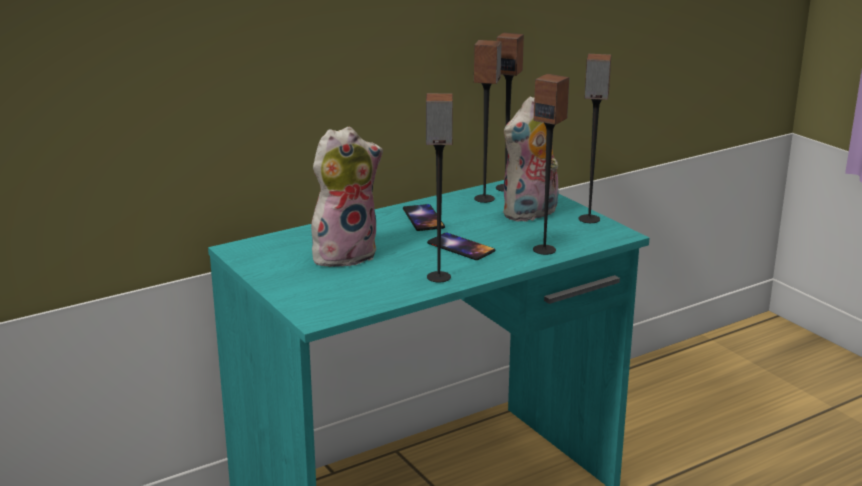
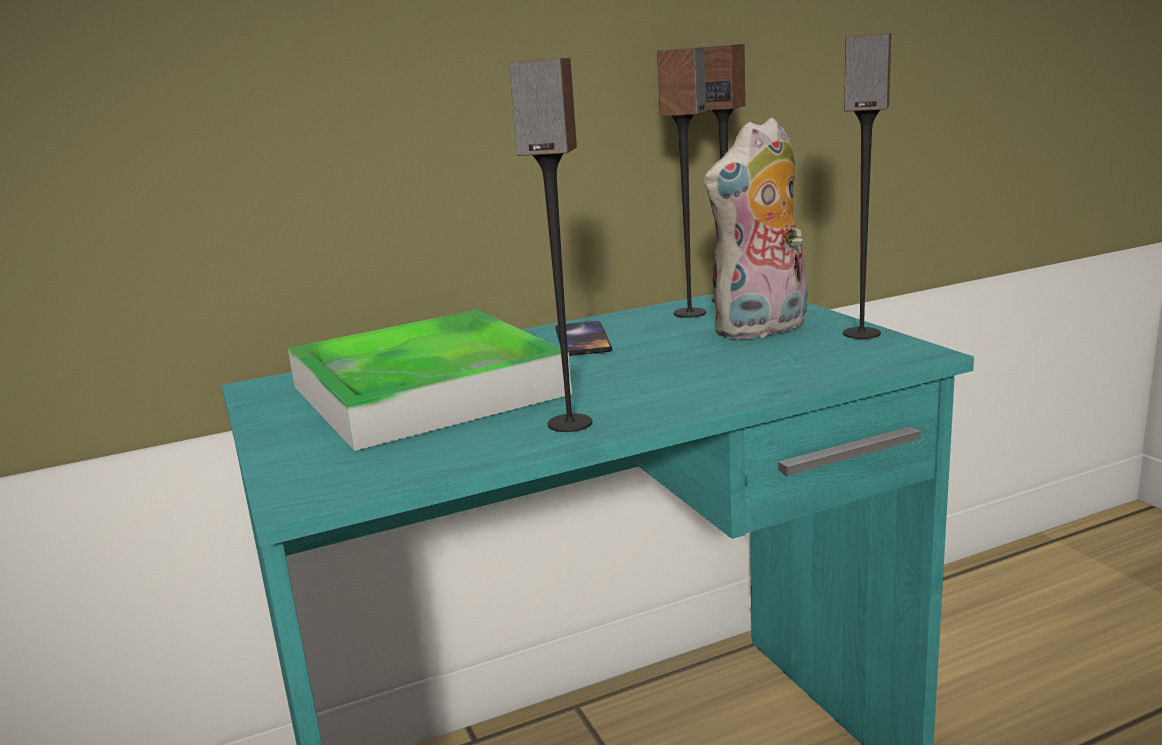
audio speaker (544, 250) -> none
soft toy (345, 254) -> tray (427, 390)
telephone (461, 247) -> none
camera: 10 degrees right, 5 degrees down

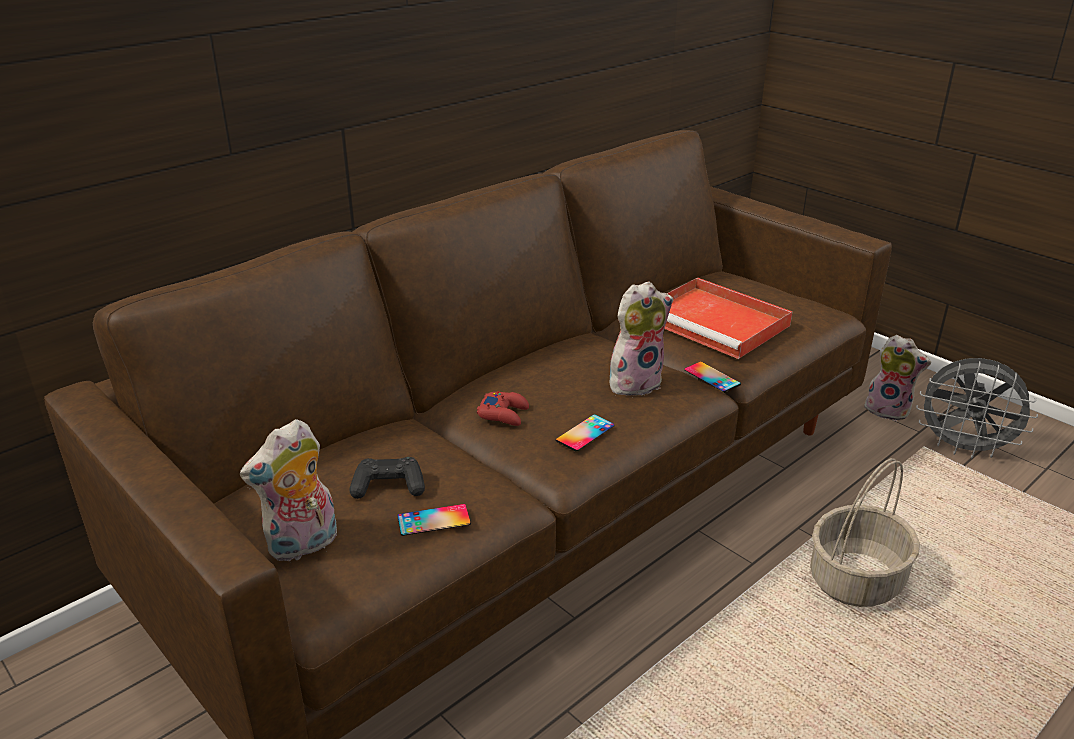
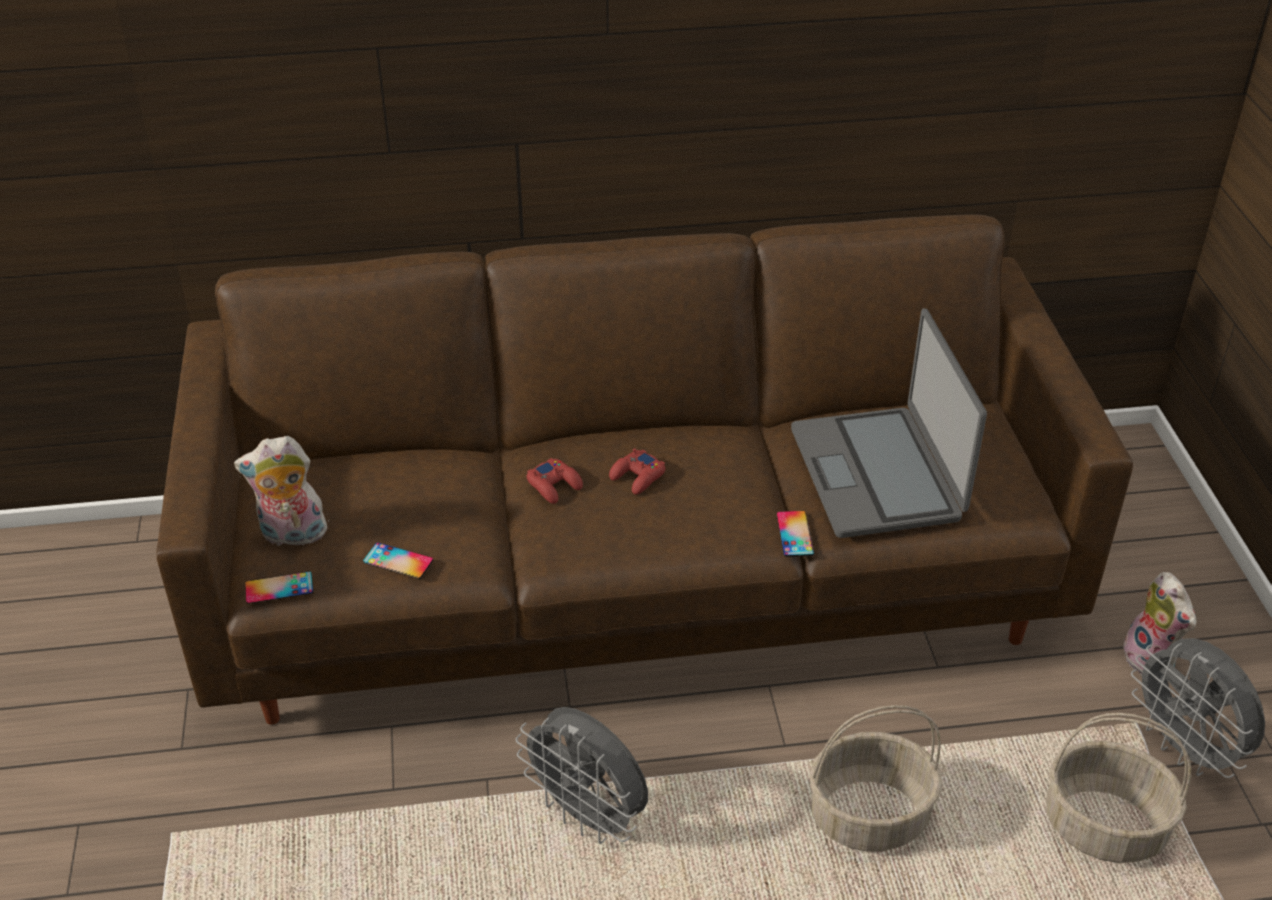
red tray (718, 323) -> portable computer (878, 474)
soft toy (635, 382) -> none
telephone (585, 433) -> telephone (279, 588), relocated
blackish game controller (388, 486) -> none
none -> red game controller (637, 477)
none -> gray electric fan (589, 816)
none -> storage basket (1105, 825)
camera: 35 degrees right, 10 degrees up

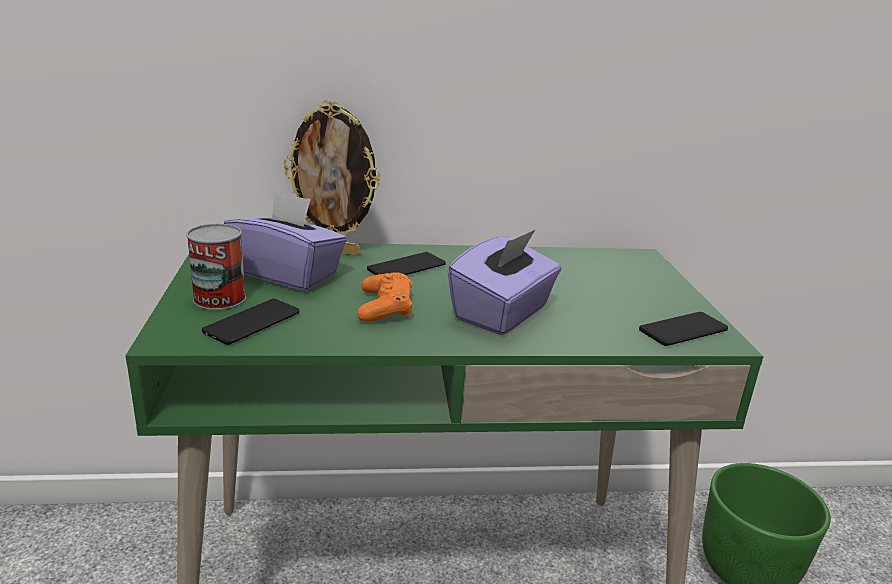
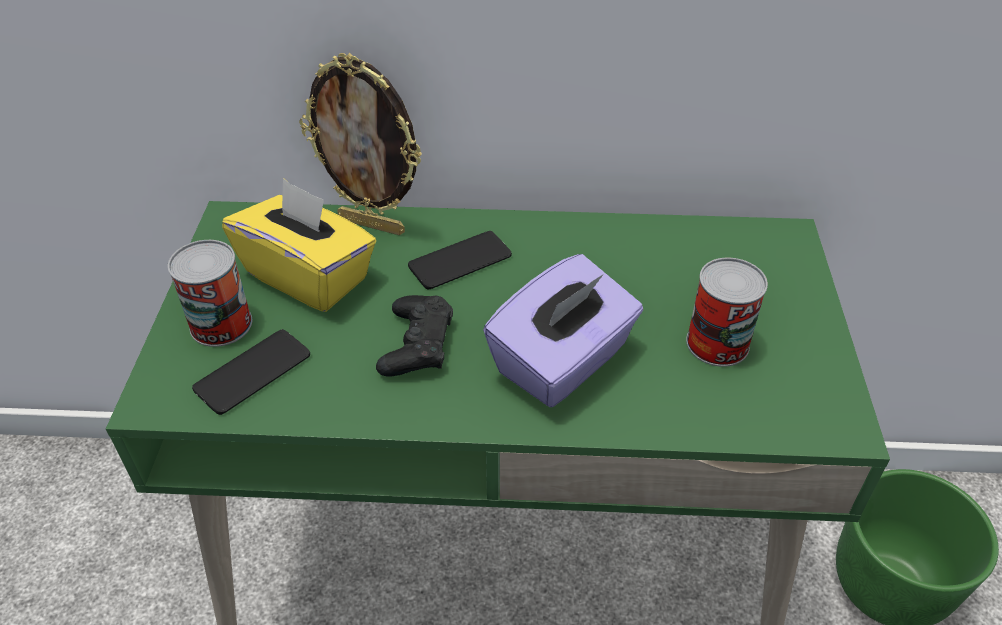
purplish box of tissues (288, 274) -> yellow box of tissues (309, 276)
orangey game controller (385, 306) -> blackish game controller (417, 344)
telephone (683, 330) -> none
none -> metal can (717, 343)
camera: 10 degrees right, 20 degrees up

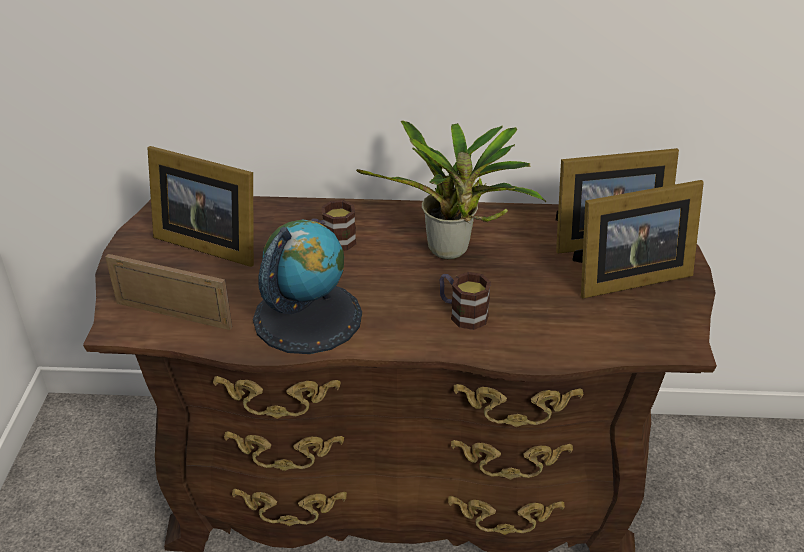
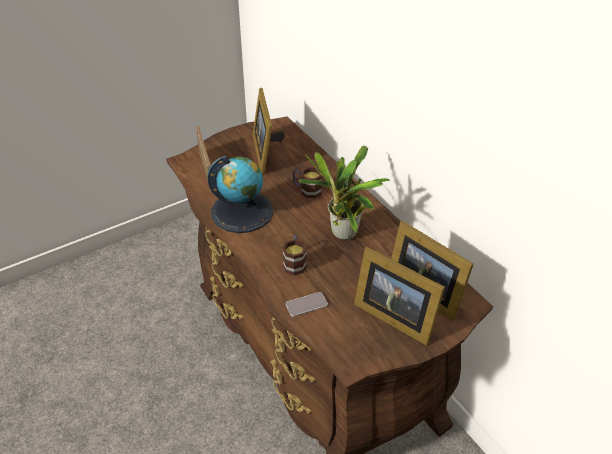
none -> telephone (306, 305)
camera: 55 degrees right, 5 degrees up

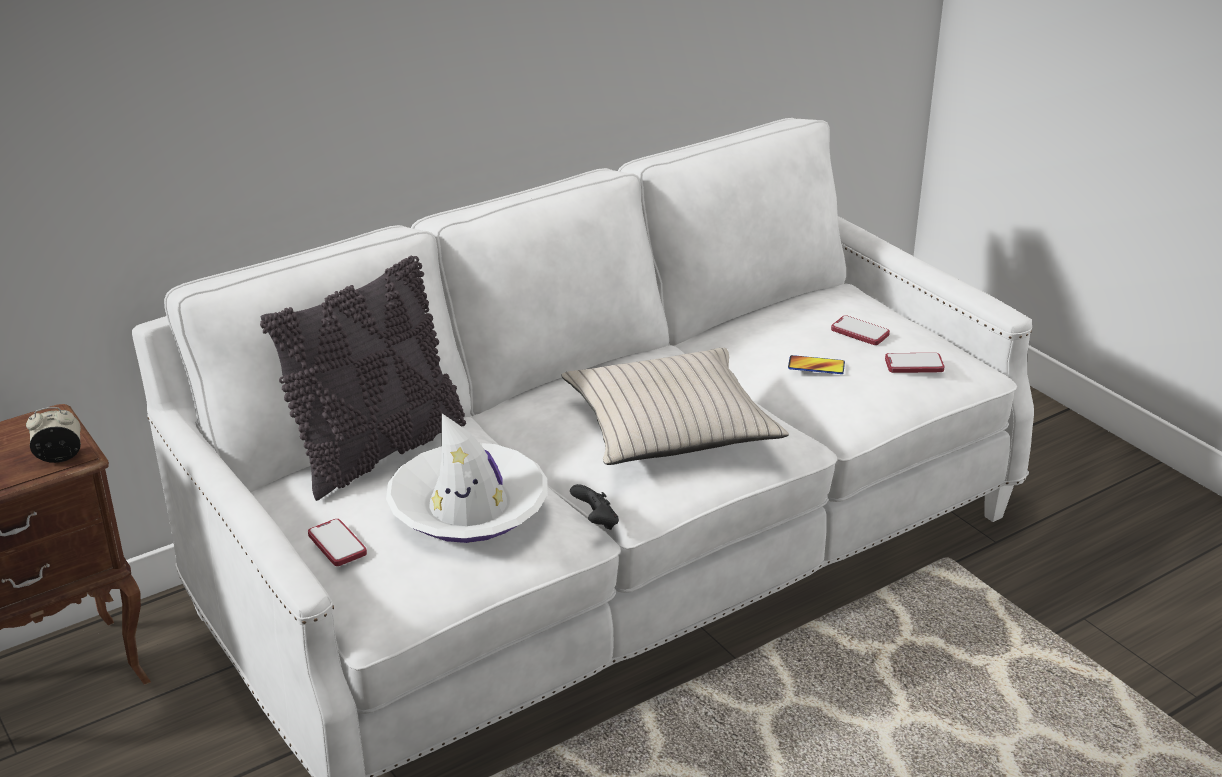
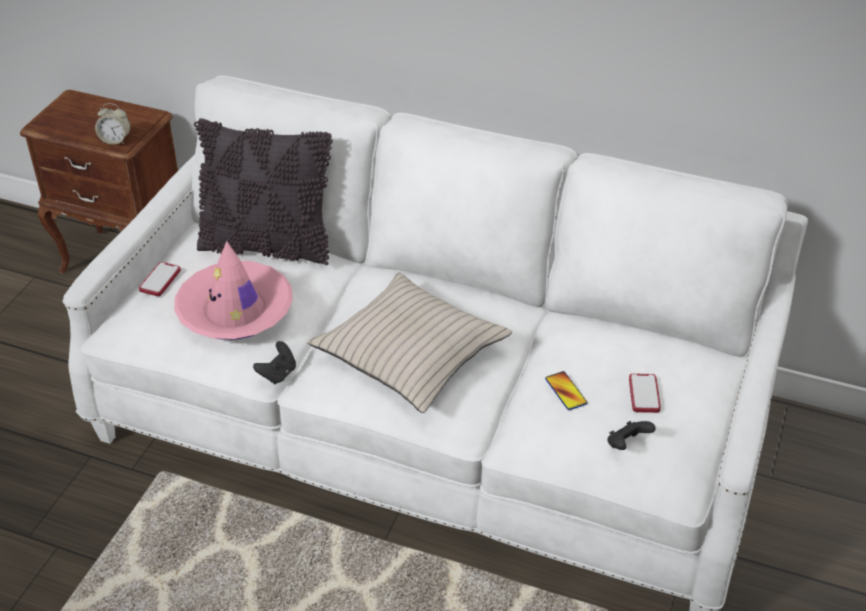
telephone (914, 364) -> blackish game controller (627, 445)
table clock (60, 458) -> table clock (115, 140), 150 degrees clockwise
white wearable hat (468, 507) -> pink wearable hat (235, 311)
camera: 55 degrees right, 10 degrees up

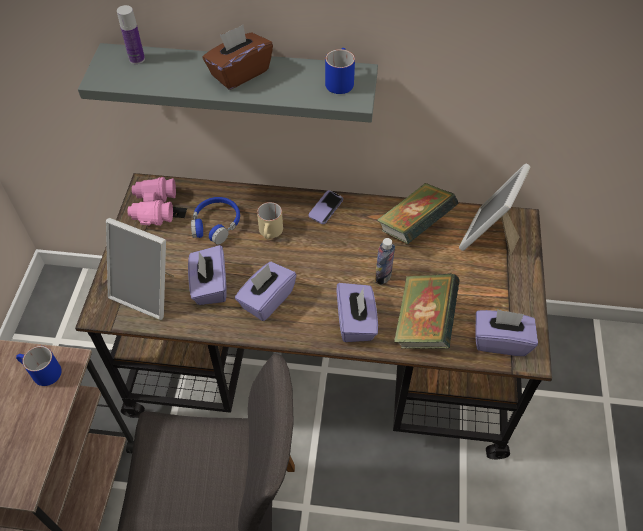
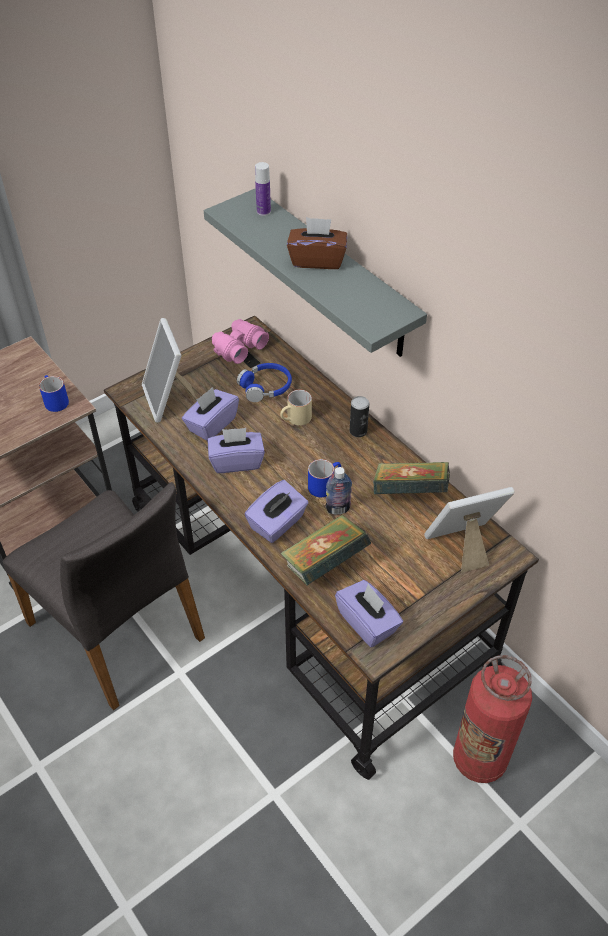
blue mug (339, 80) -> blue mug (324, 484), relocated
telephone (326, 208) -> metal can (358, 431)
none -> fire-fighting cylinder (479, 759)
camera: 45 degrees right, 5 degrees down

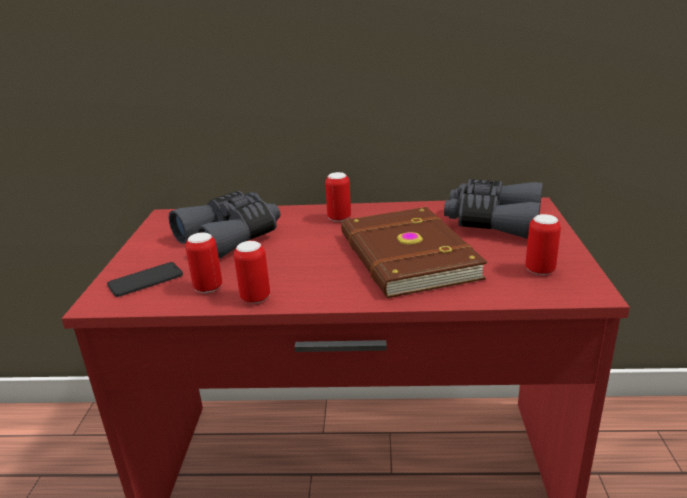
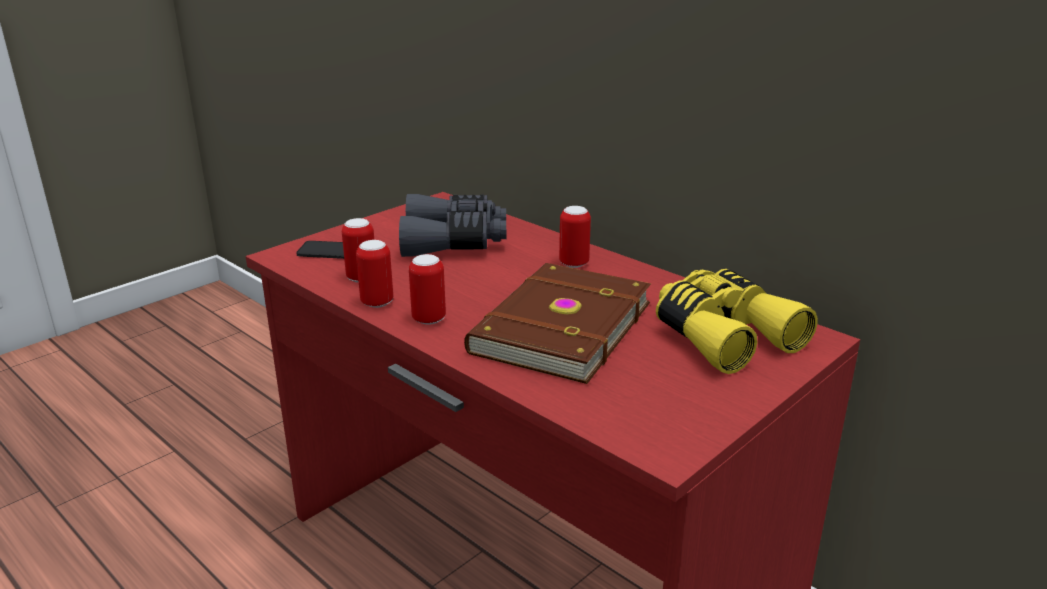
gray field glasses (493, 222) -> yellow field glasses (722, 335)
metal can (539, 270) -> metal can (429, 319), relocated
camera: 40 degrees right, 0 degrees up

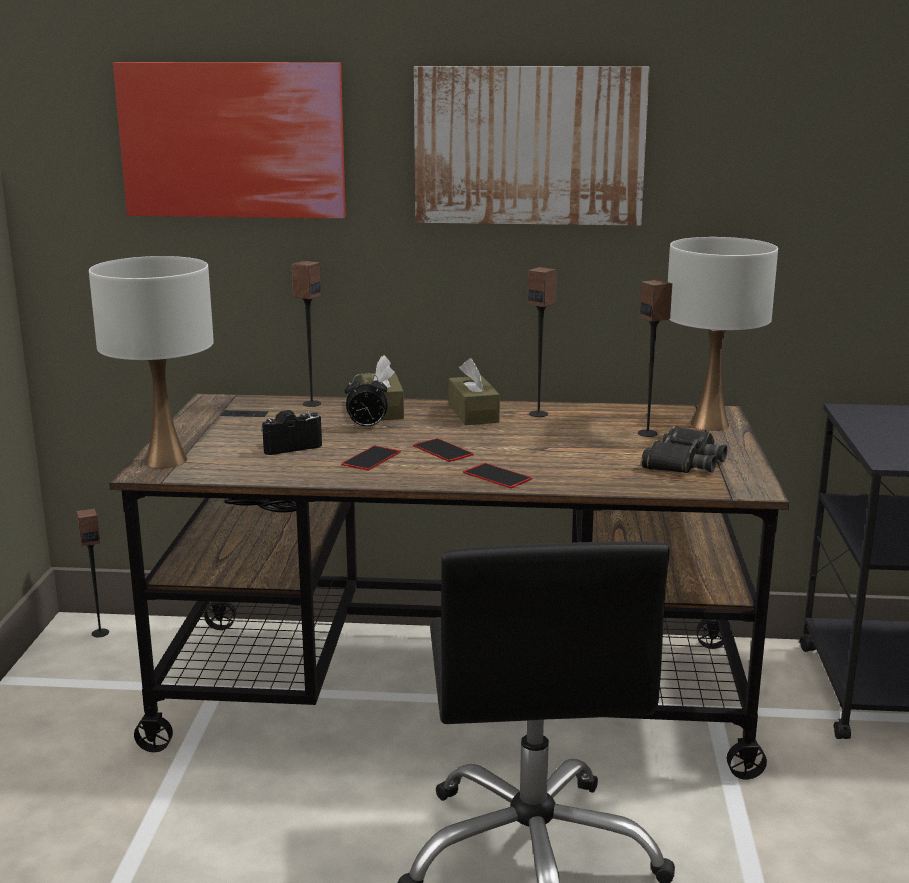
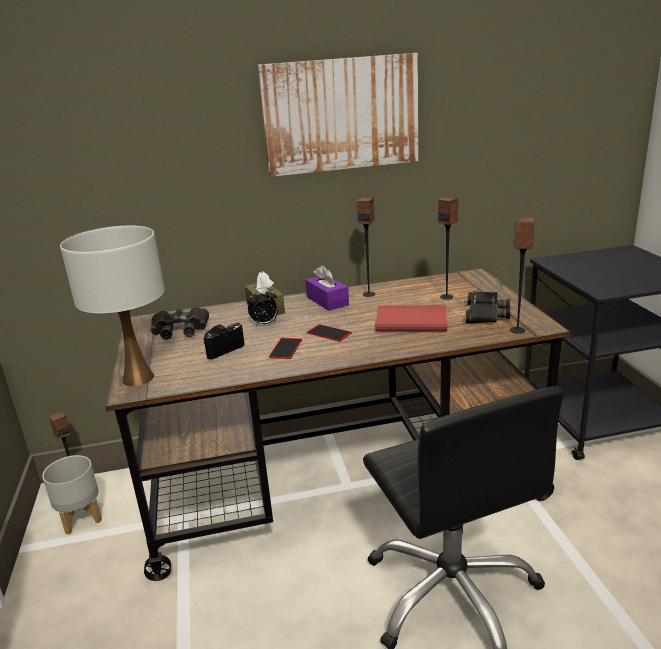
wall picture (233, 140) -> none
white table lamp (709, 424) -> none
audio speaker (311, 404) -> audio speaker (517, 330), relocated
brown box of tissues (473, 413) -> purplish box of tissues (327, 301)
telephone (497, 476) -> none
none -> red volume (411, 320)
none -> blackish field glasses (180, 329)
none -> gray flower pot (81, 518)
camera: 15 degrees left, 5 degrees up

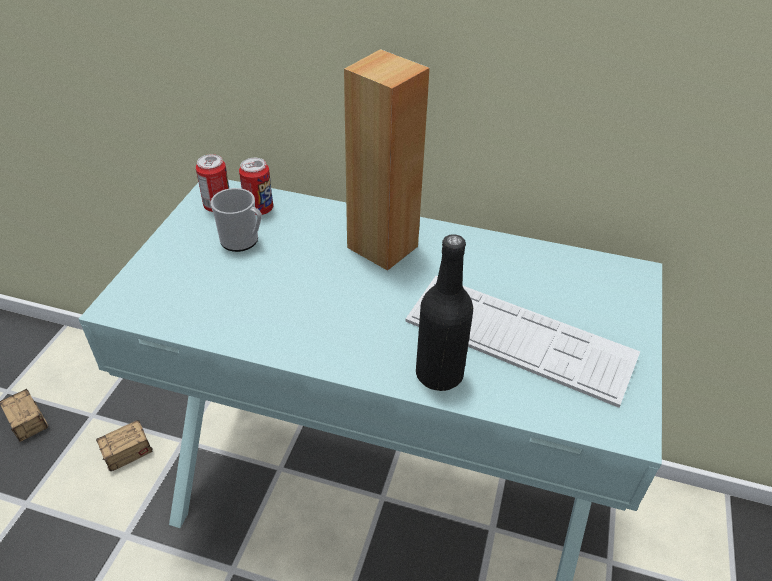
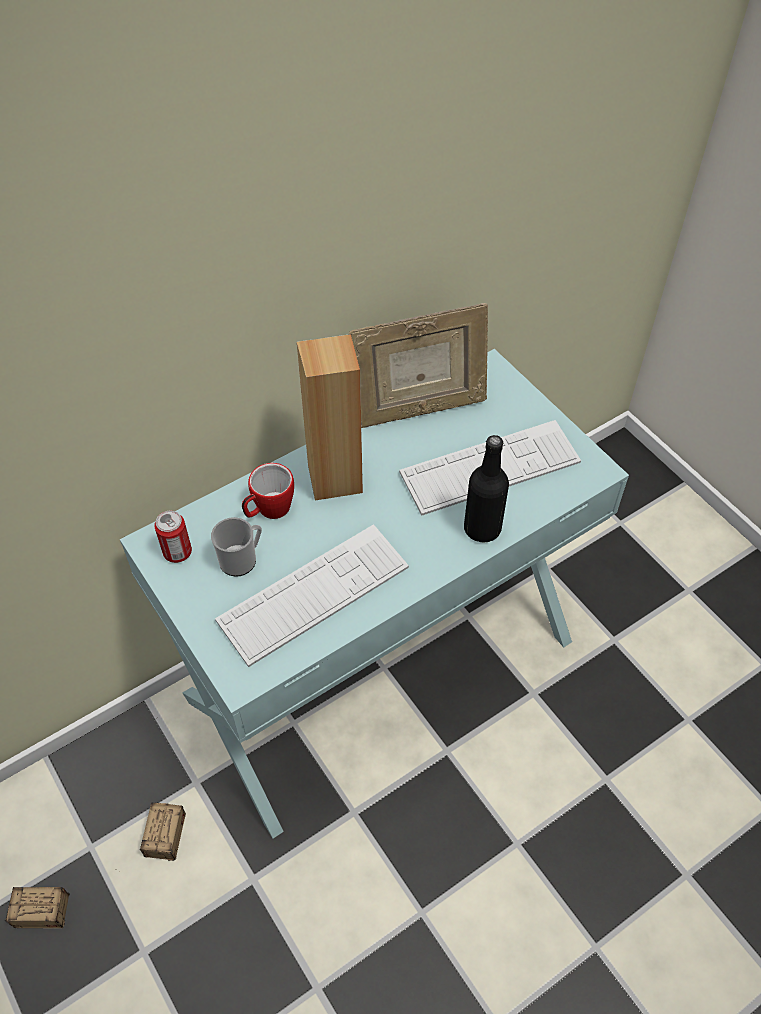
metal can (259, 209) -> none
none -> standing frame (419, 410)
none -> mug (268, 511)
none -> keyboard (314, 594)
camera: 50 degrees left, 10 degrees up

